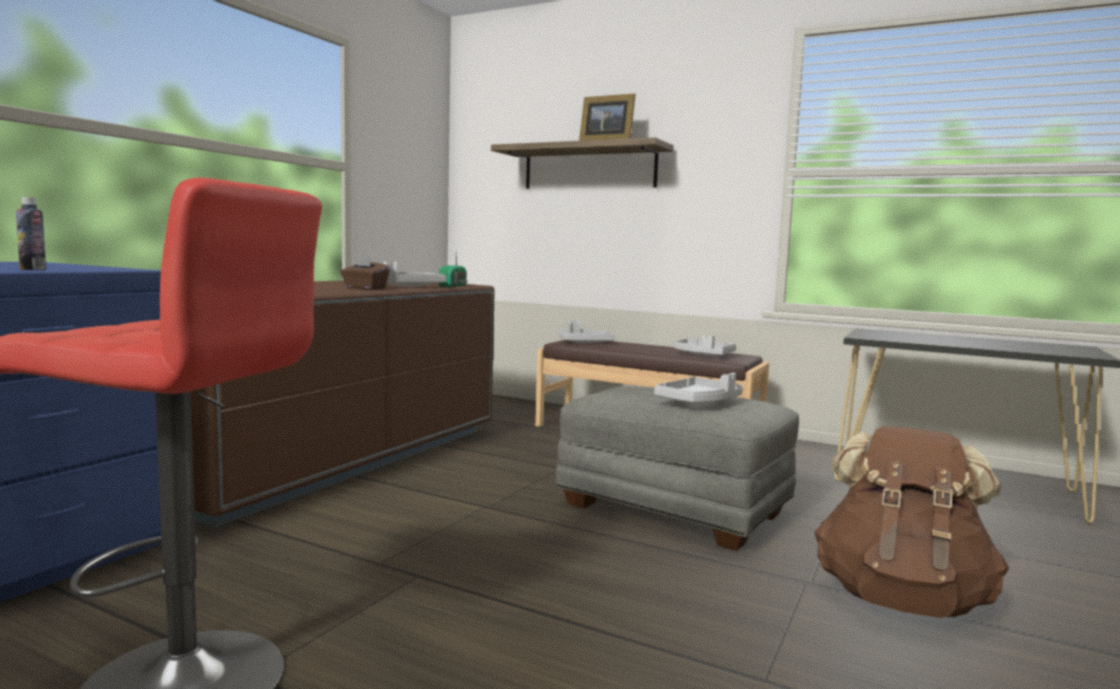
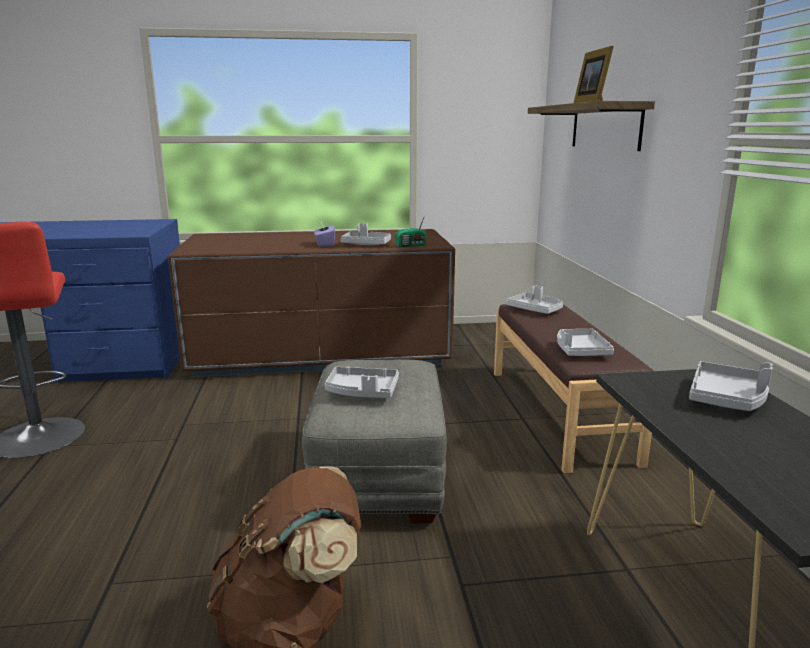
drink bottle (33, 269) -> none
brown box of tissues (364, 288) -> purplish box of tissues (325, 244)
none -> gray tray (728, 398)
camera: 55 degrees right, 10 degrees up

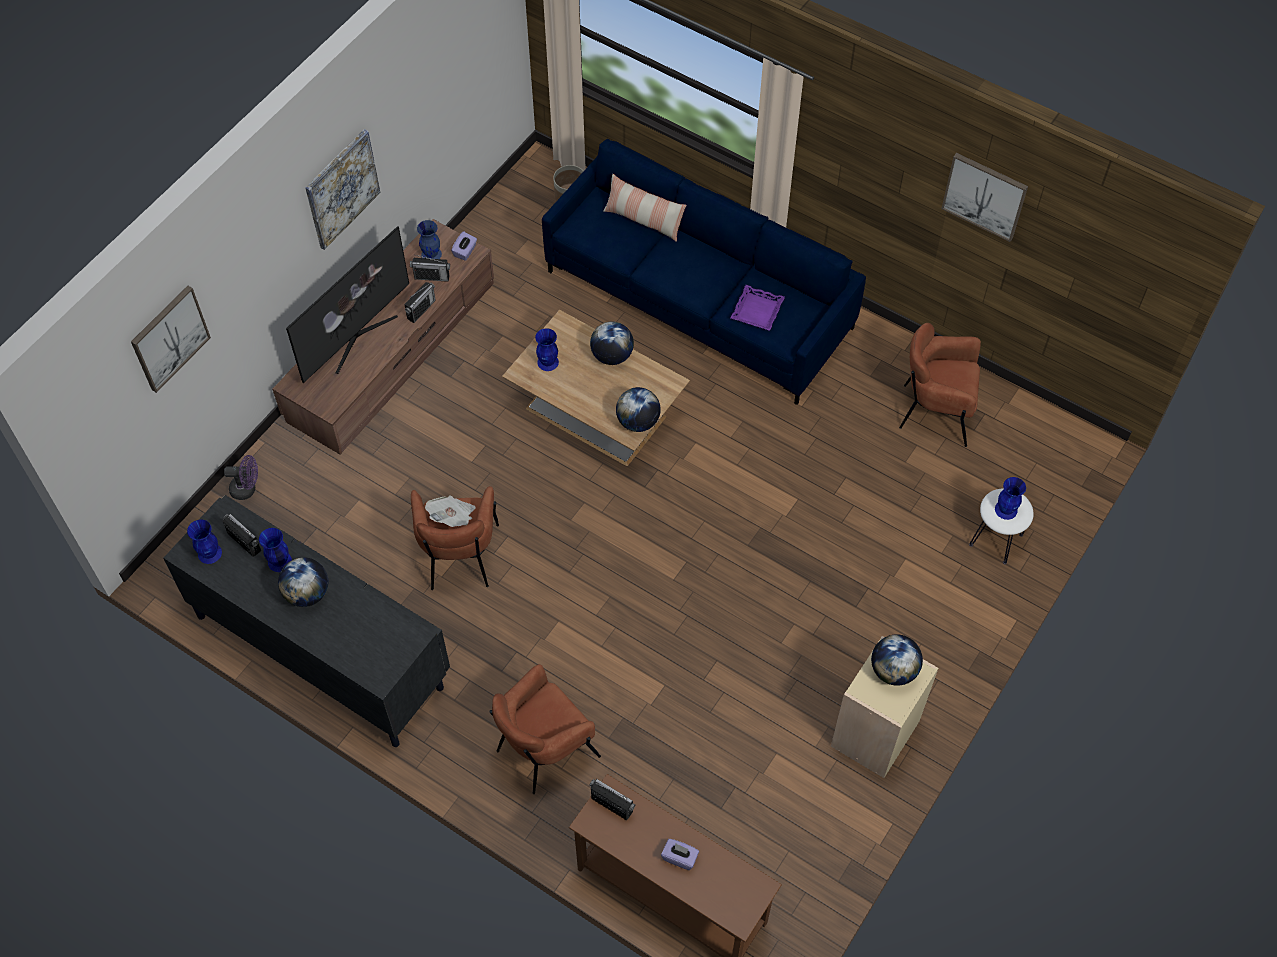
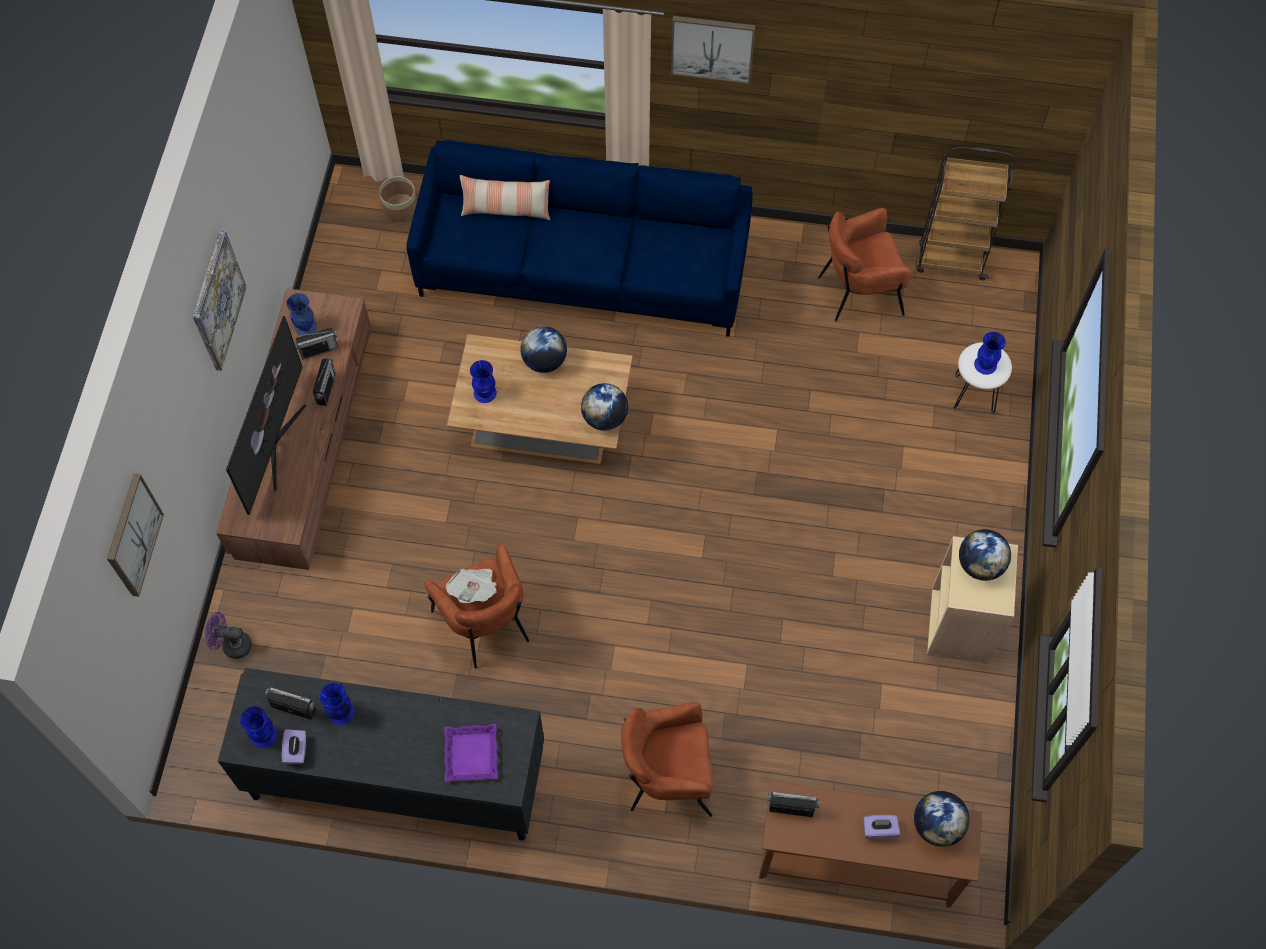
wall picture (985, 196) -> wall picture (712, 48), relocated
purplish box of tissues (465, 251) -> purplish box of tissues (296, 751), relocated
purplish tray (757, 311) -> purplish tray (472, 755), relocated
purplish electric fan (247, 489) -> purplish electric fan (232, 645), 150 degrees counterclockwise
desk globe (307, 593) -> desk globe (937, 825), relocated
brown lounge chair (544, 749) -> brown lounge chair (667, 777), 60 degrees clockwise
none -> brown trolley (950, 262)
camera: 25 degrees left, 5 degrees up

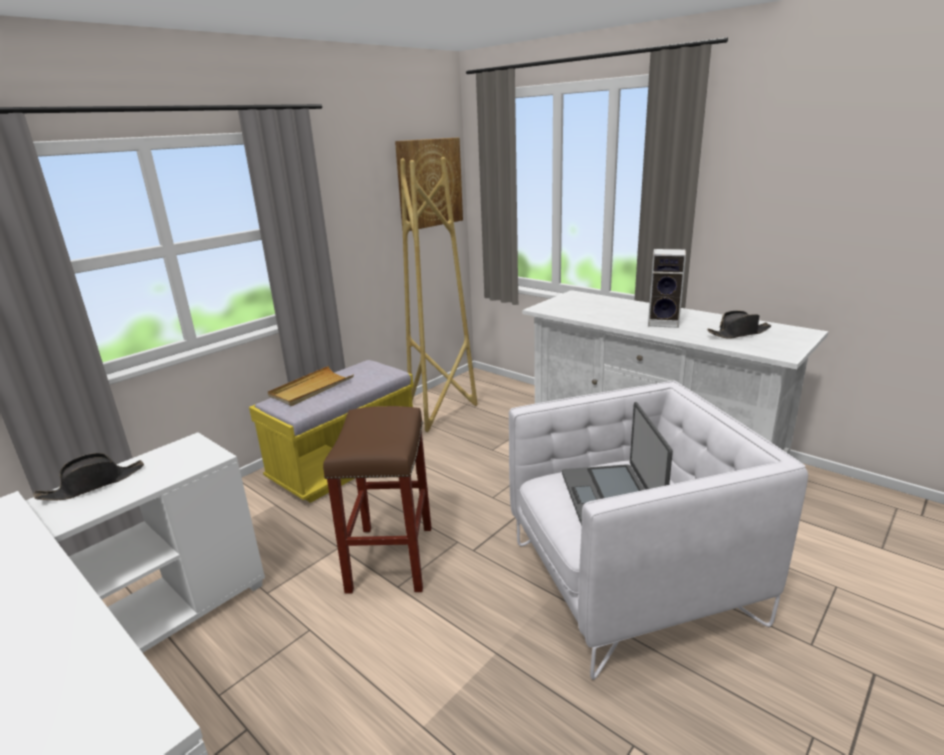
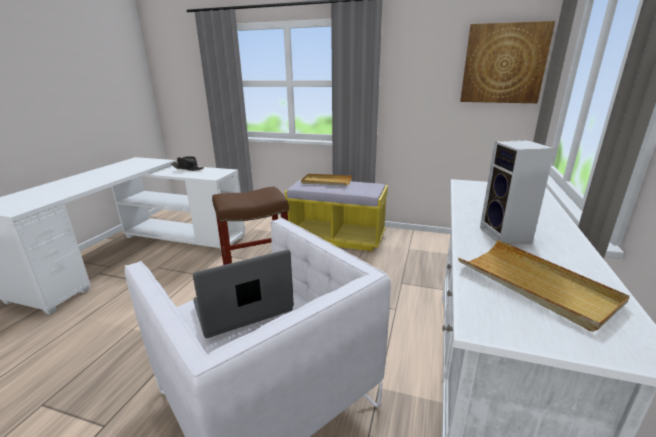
yellow clothes rack (438, 412) -> none
blackish wearable hat (738, 333) -> sand-coloured tray (535, 284)
camera: 65 degrees right, 0 degrees up

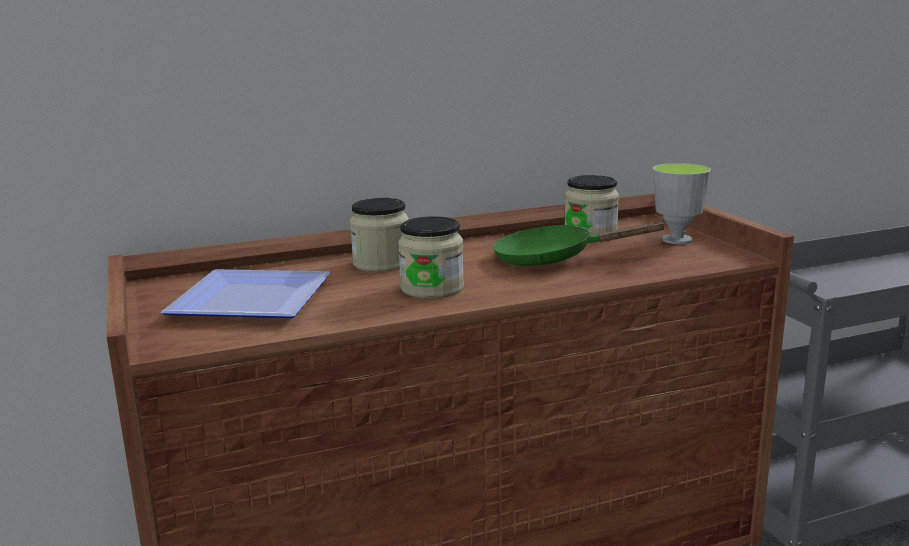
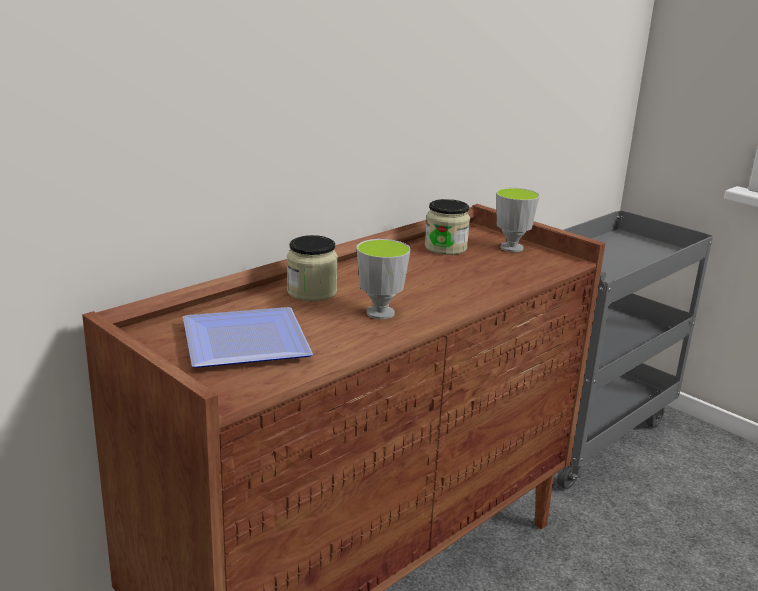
jar (432, 288) -> cup (380, 313)
green frying pan (554, 259) -> none
camera: 25 degrees left, 5 degrees up

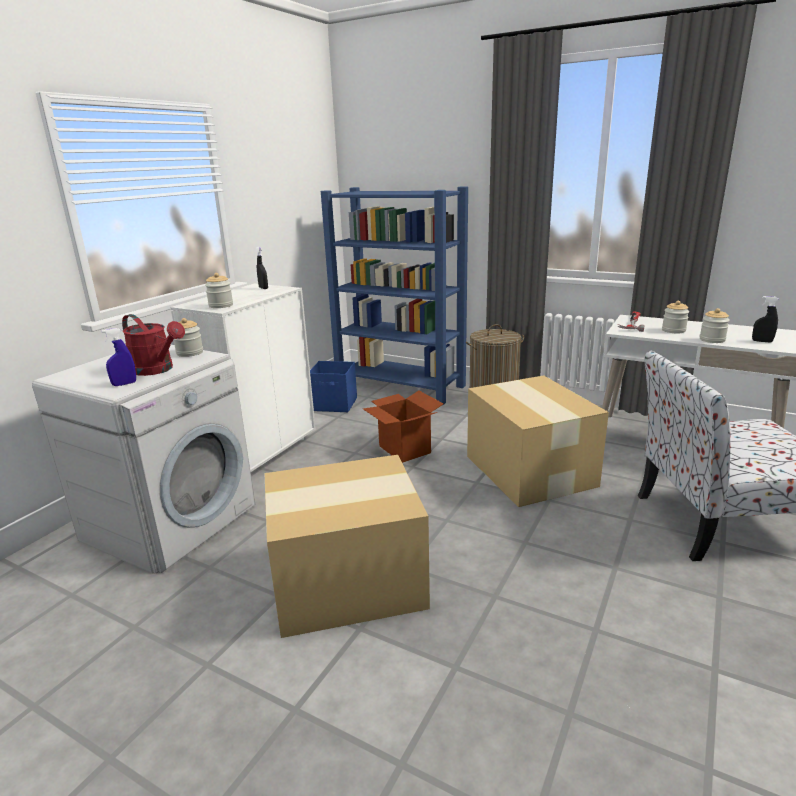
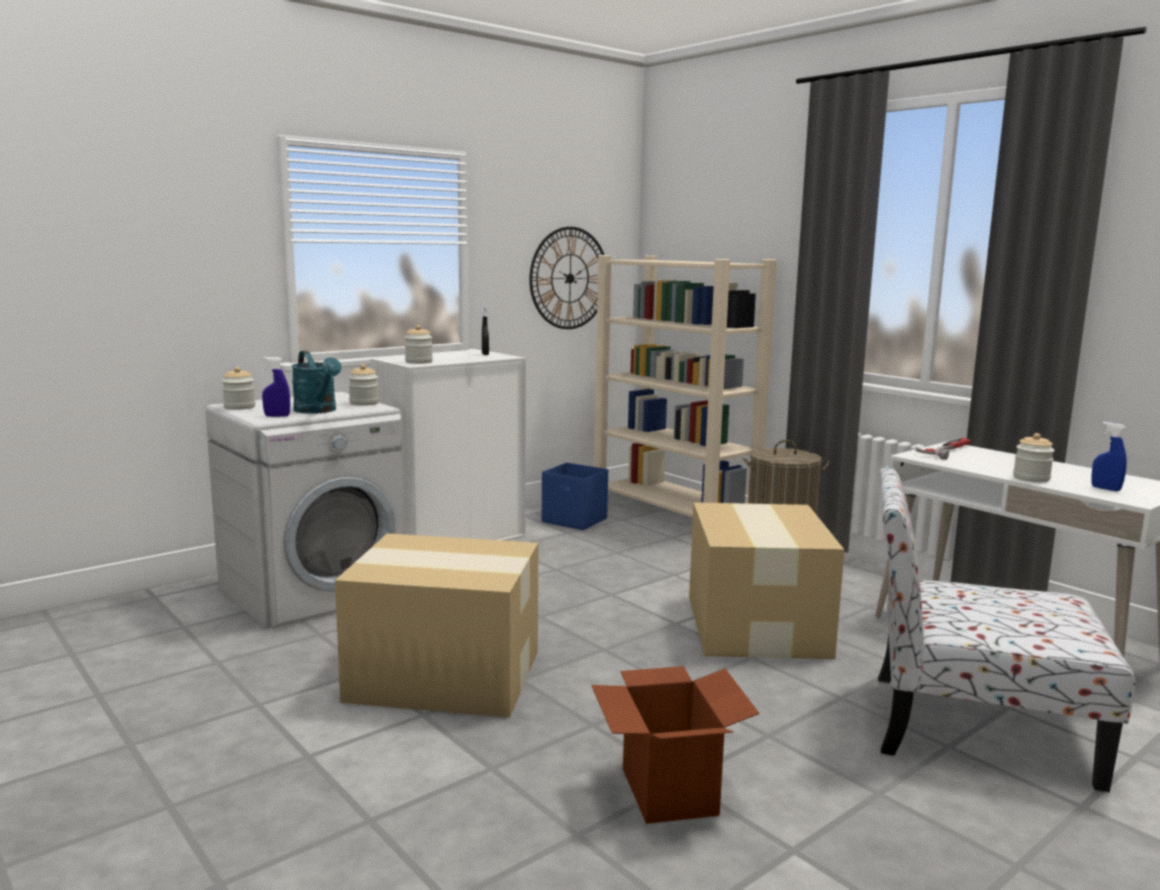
blue shelving unit (400, 386) -> sand-coloured shelving unit (673, 515)
blackish sprayer (762, 341) -> blue sprayer (1105, 489)
jar (673, 330) -> jar (239, 407), relocated
red watering can (157, 370) -> turquoise-coloured watering can (318, 411)
carton (404, 449) -> carton (668, 791), relocated
none -> wall clock (569, 278)
camera: 20 degrees right, 10 degrees down

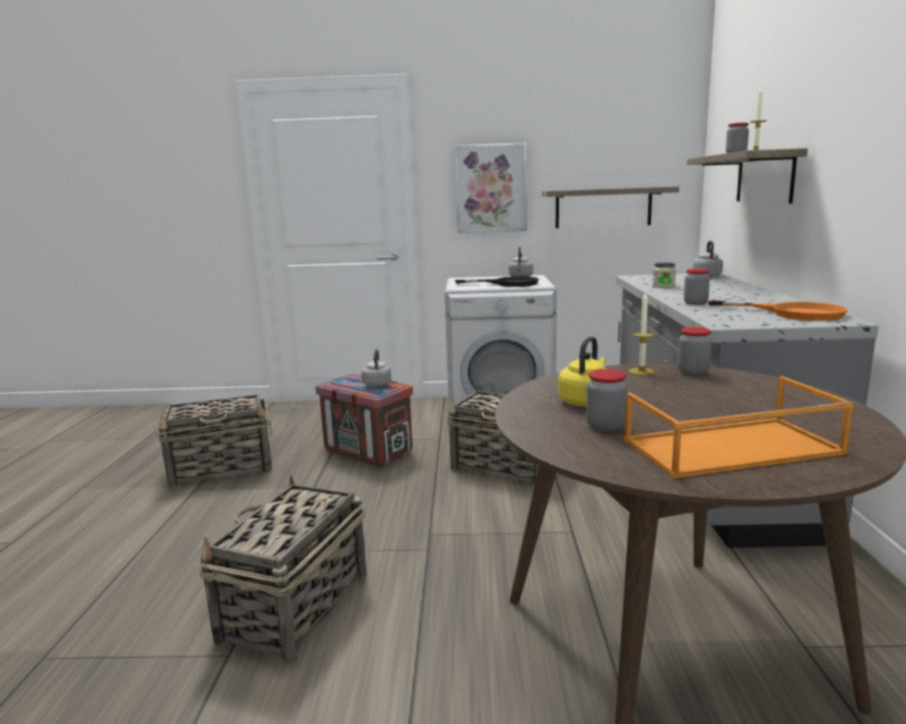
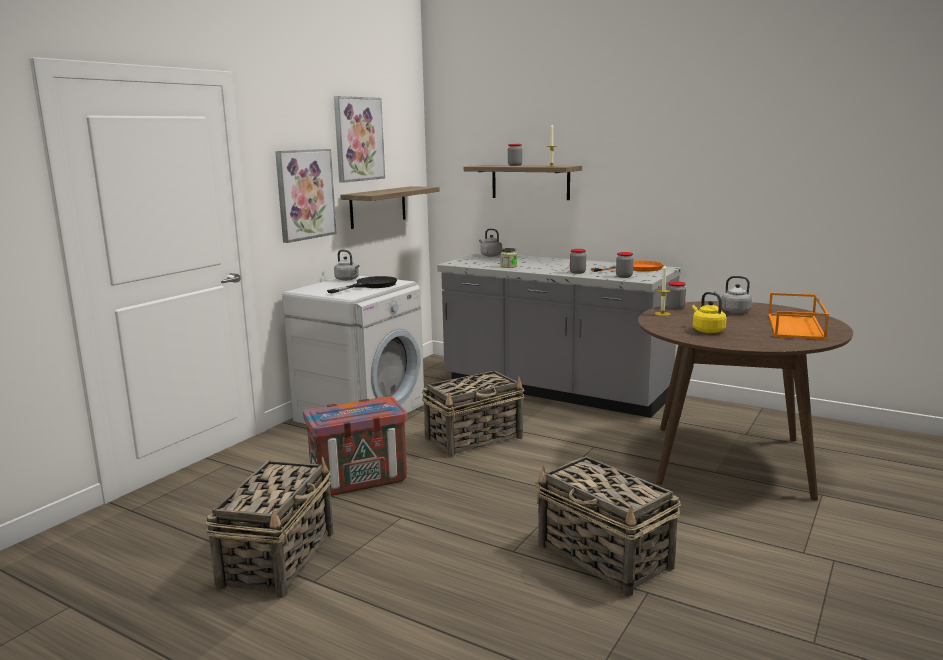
gray water kettle (377, 384) -> gray water kettle (733, 311), relocated
jar (605, 426) -> jar (624, 276), relocated
none -> wall picture (358, 139)
camera: 60 degrees left, 0 degrees up

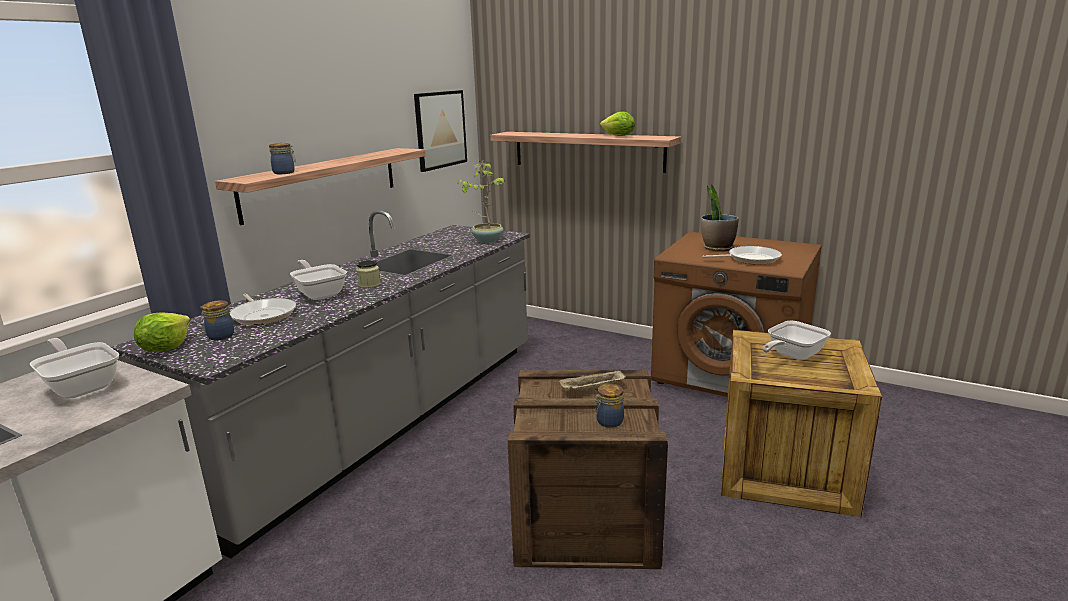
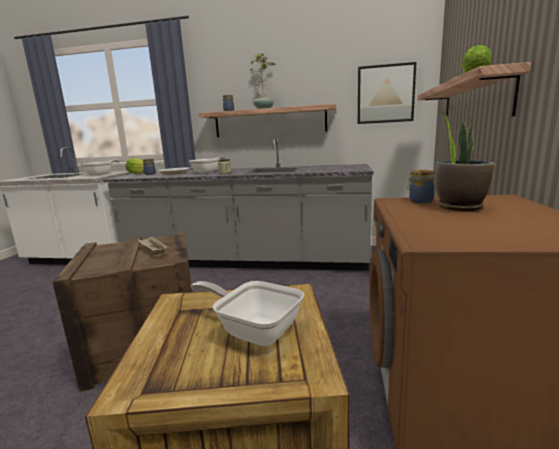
plant in a pot (487, 240) -> plant in a pot (264, 109), relocated
frying pan (750, 259) -> none
jar (608, 422) -> jar (419, 201), relocated
camera: 70 degrees right, 5 degrees down

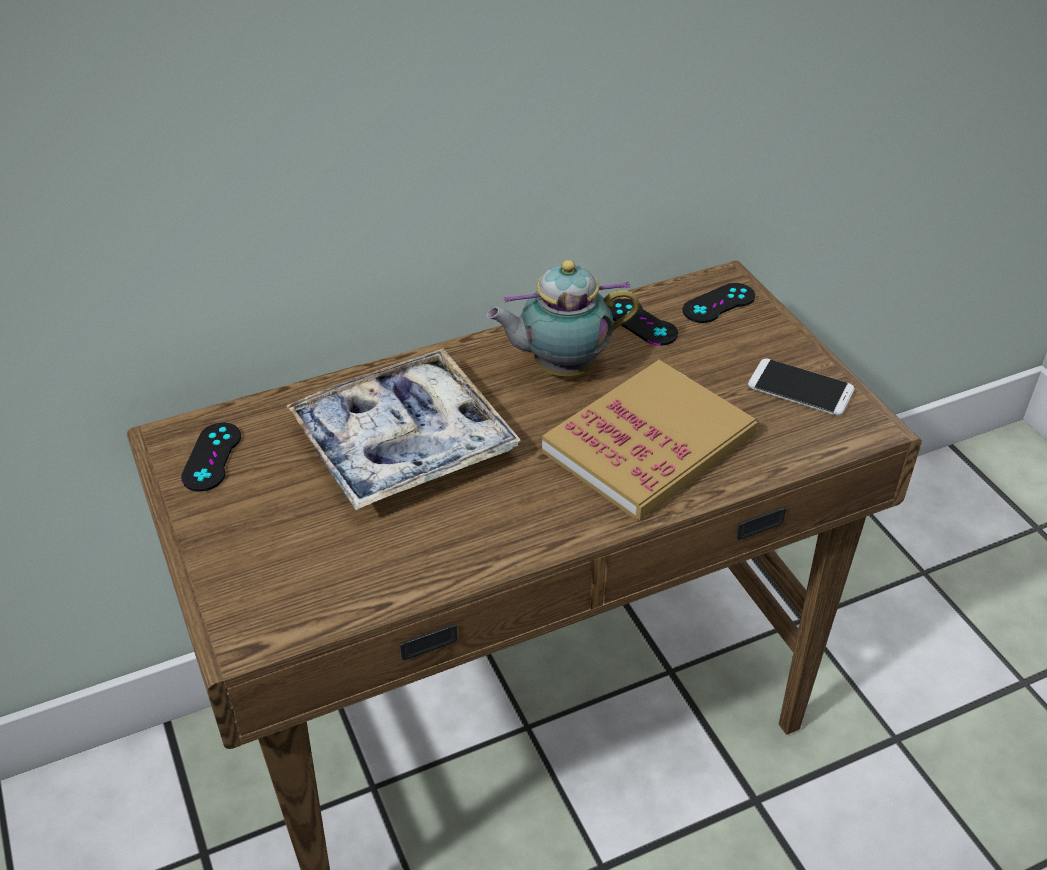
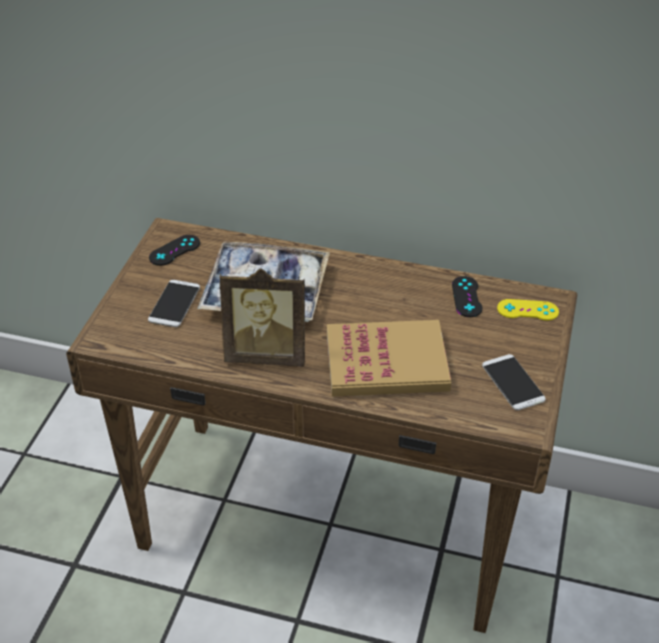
pot for tea (560, 368) -> none
blackish game controller (719, 303) -> yellow game controller (527, 310)
none -> standing frame (266, 354)
none -> telephone (174, 304)
camera: 40 degrees right, 0 degrees up

